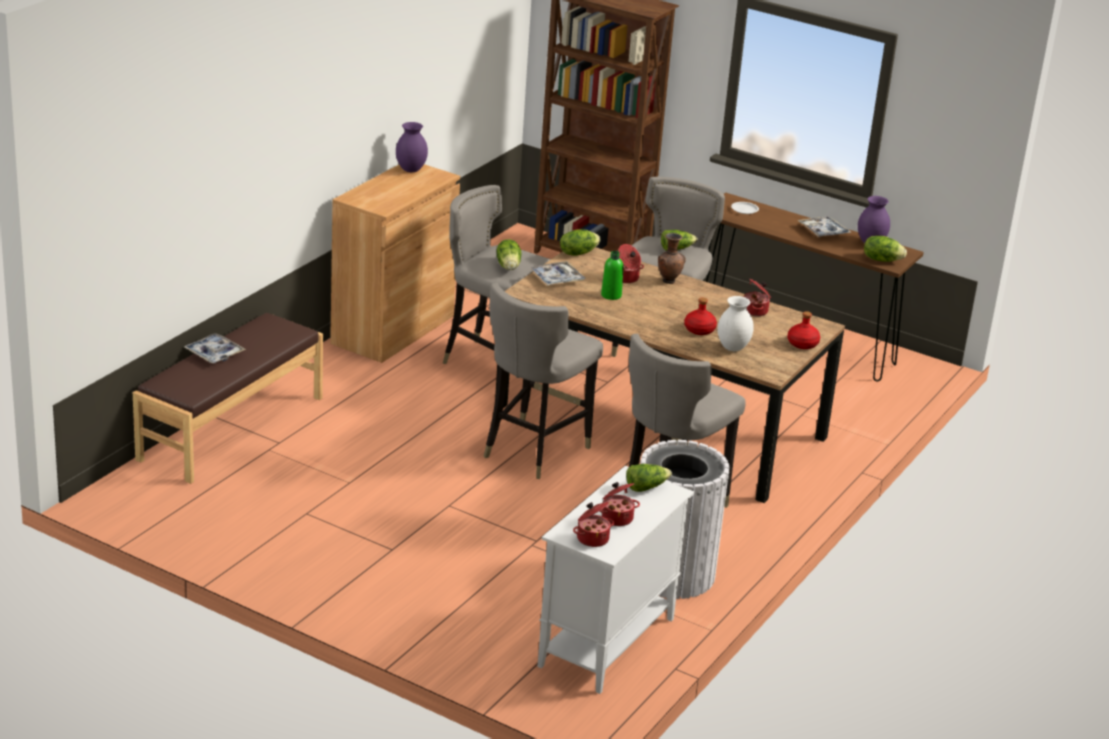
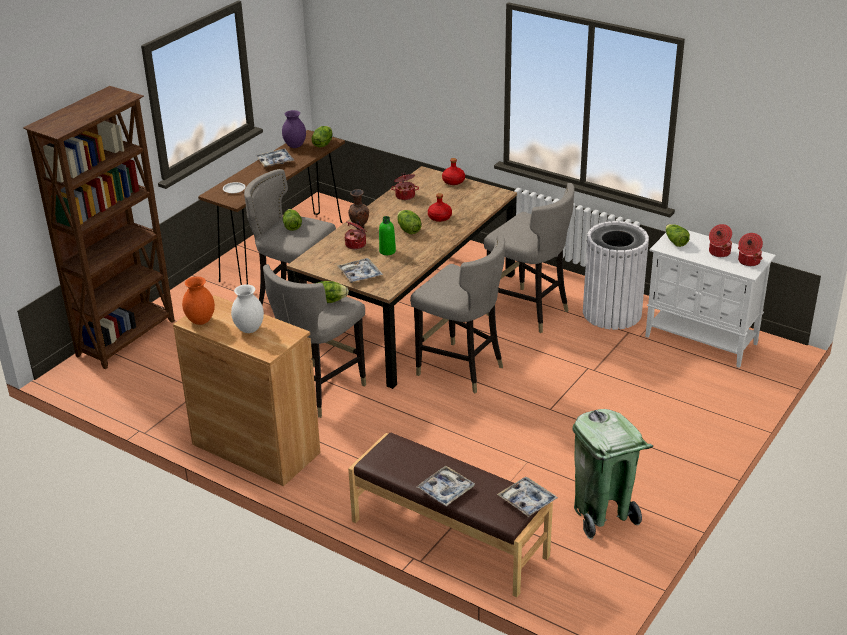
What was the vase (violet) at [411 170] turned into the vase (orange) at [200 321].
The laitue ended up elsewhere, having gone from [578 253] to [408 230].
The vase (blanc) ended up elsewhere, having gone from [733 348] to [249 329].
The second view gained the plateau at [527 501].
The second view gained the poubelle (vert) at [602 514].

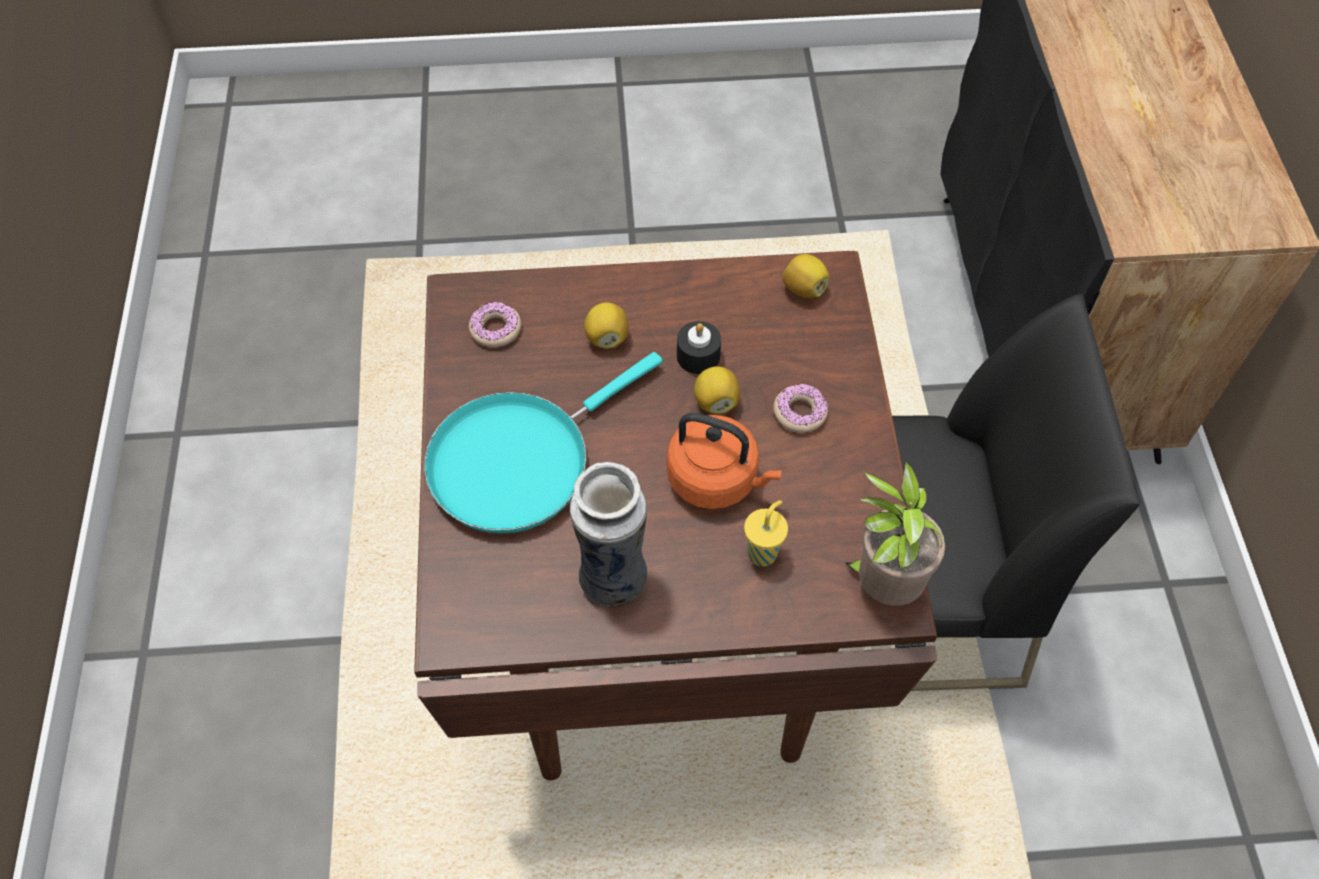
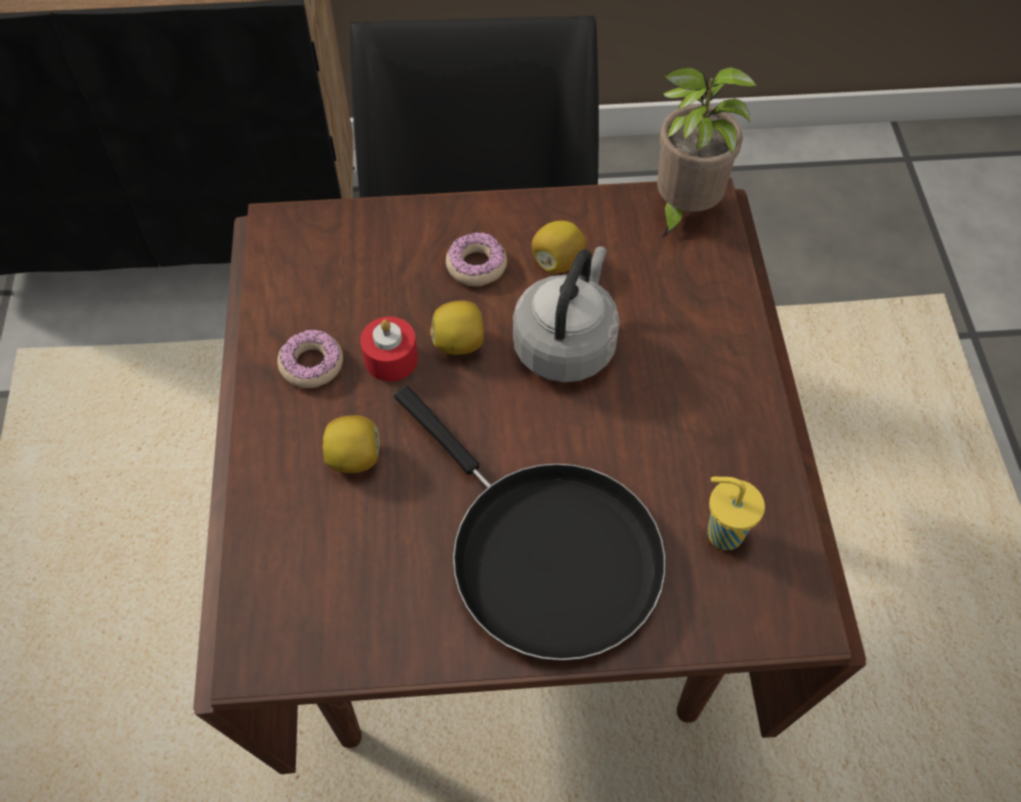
What was the poêle (turquoise) at [518 460] turned into the poêle (noir) at [544 554].
The beignet ended up elsewhere, having gone from [495 329] to [311 364].
The second view lost the vase at [613 577].
What was the bouilloire (orange) at [717 479] turned into the bouilloire (gris) at [566 343].
What was the bougie (noir) at [698 356] turned into the bougie (rouge) at [391 359].
The tasse (jaune) ended up elsewhere, having gone from [763 552] to [722 533].
The citron ended up elsewhere, having gone from [804 288] to [557 262].

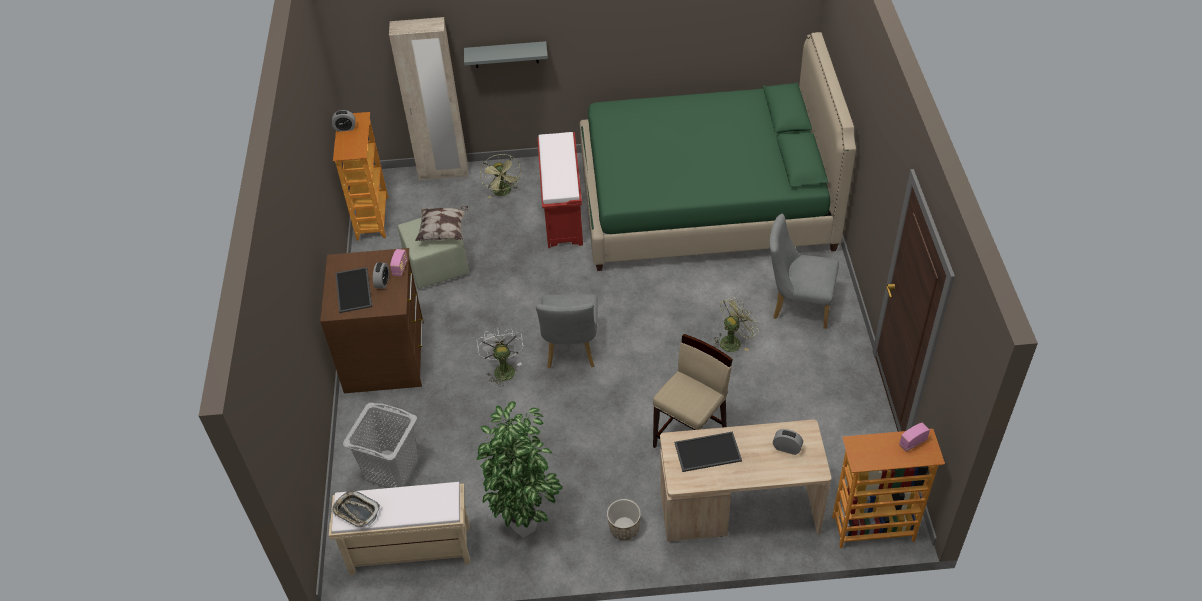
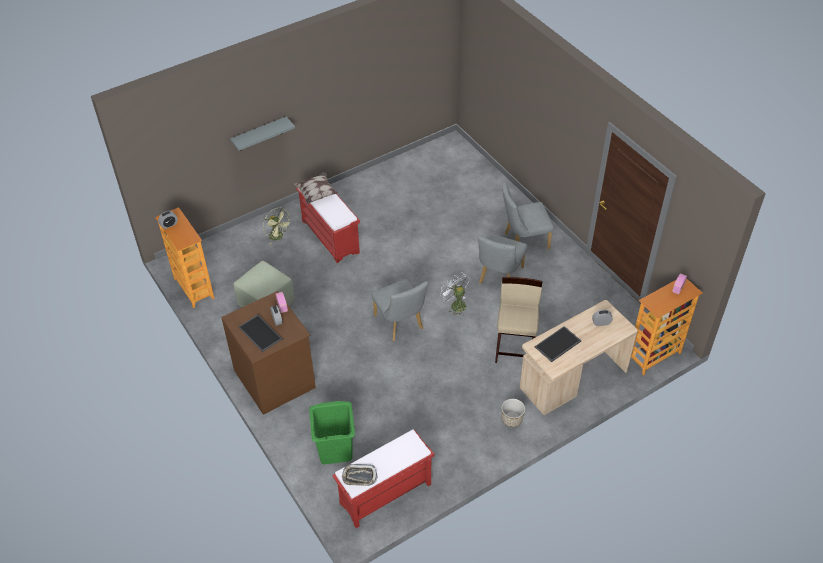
What was the banc (beige) at [409 551] turned into the banc (rouge) at [385 495].
What was the panier à linge (gris) at [391 470] turned into the panier à linge (vert) at [335 450].
The second view lost the armoire (beige) at [443 172].
The coussin ended up elsewhere, having gone from [443 231] to [316 194].
The second view lost the plante en pot at [527 525].
The ventilateur (blanc) ended up elsewhere, having gone from [503 369] to [455 304].
The second view lost the lit (vert) at [705 201].
Where the ventilateur (vert) stood at [733 341], the chaise (gris) came to stand at [499 278].

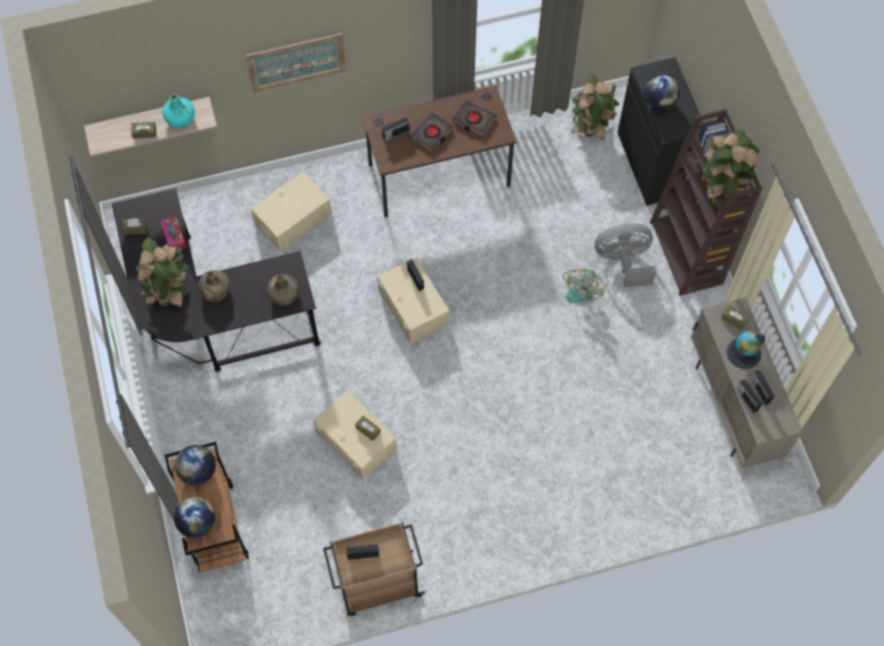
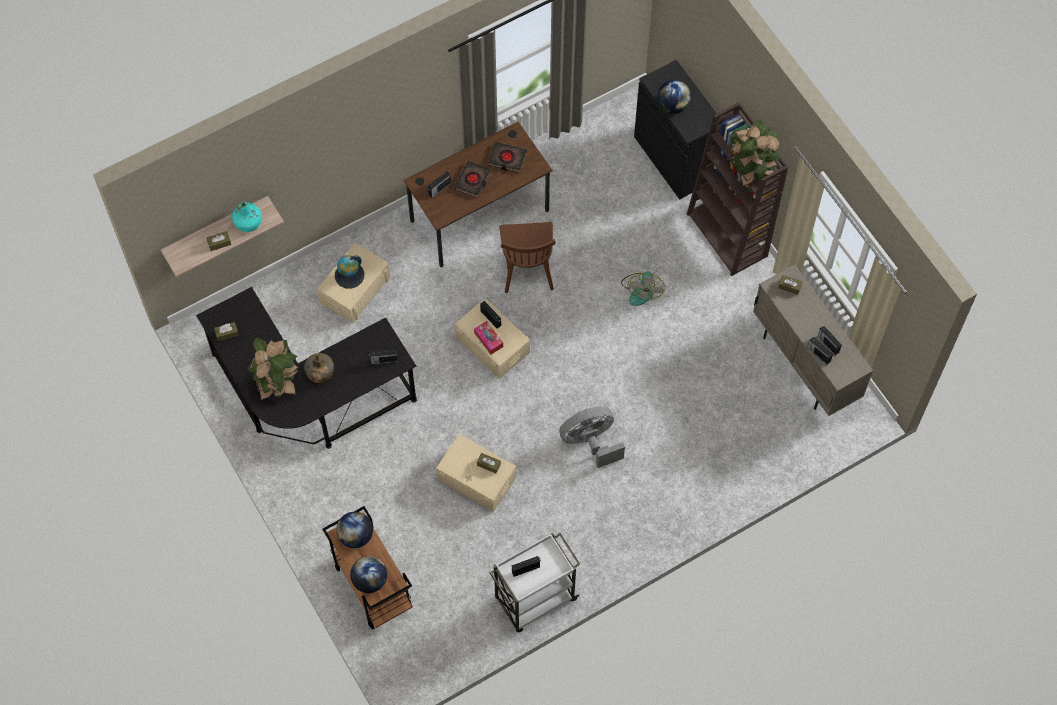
The boîte à mouchoirs ended up elsewhere, having gone from [174 236] to [488 340].
The second view lost the tableau at [296 62].
Where the bouteille (vert) stood at [284 294], the radio came to stand at [384 360].
What was the chariot (marron) at [377 584] turned into the chariot (blanc) at [534 600].
The second view lost the plante en pot at [590 126].
The ventilateur (gris) ended up elsewhere, having gone from [623 262] to [590 442].
The globe ended up elsewhere, having gone from [744 353] to [349 275].
The second view gained the chaise (marron) at [527 267].

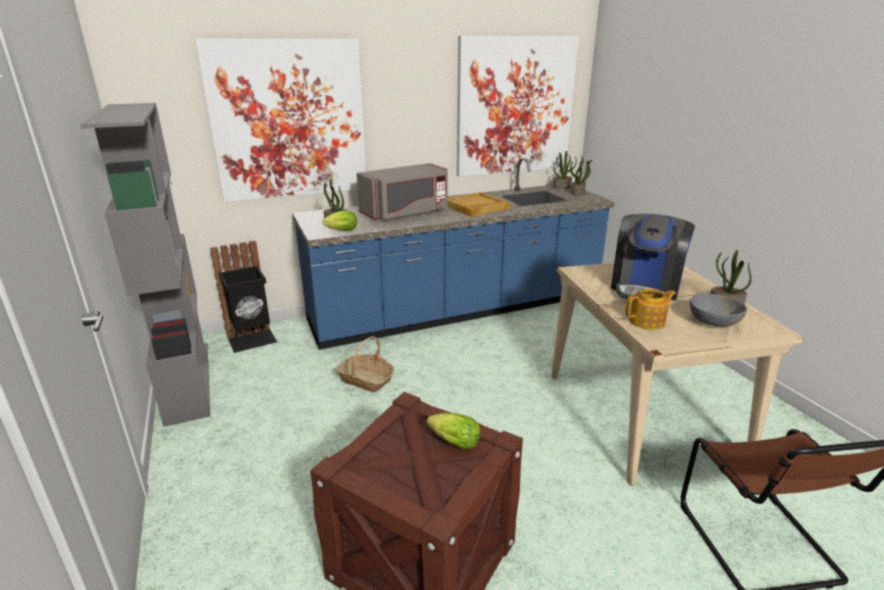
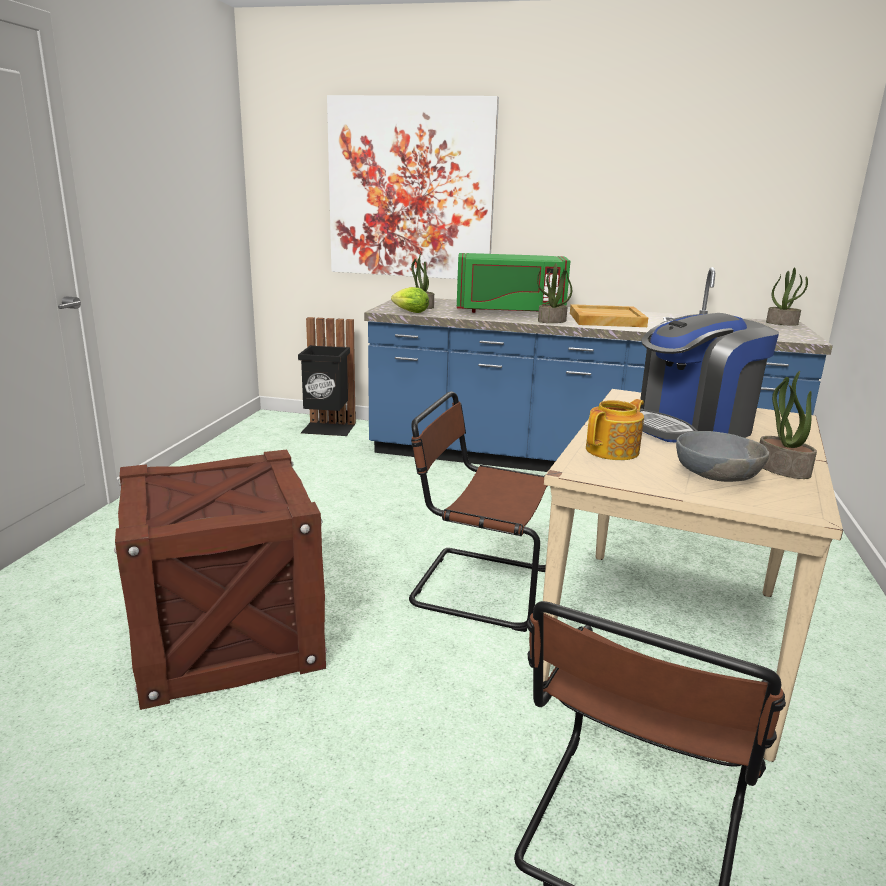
The second view lost the bibliothèque (gris) at [187 380].
The second view lost the panier at [366 379].
What was the micro-ondes (gris) at [405 213] turned into the micro-ondes (vert) at [509 311].
The second view lost the laitue at [452 442].
The second view lost the tableau at [515 106].
The plante en pot ended up elsewhere, having gone from [578 193] to [552 321].
The théière at [647 321] ended up facing another way, 60 degrees counterclockwise from before.
The second view gained the chaise (marron) at [478 586].

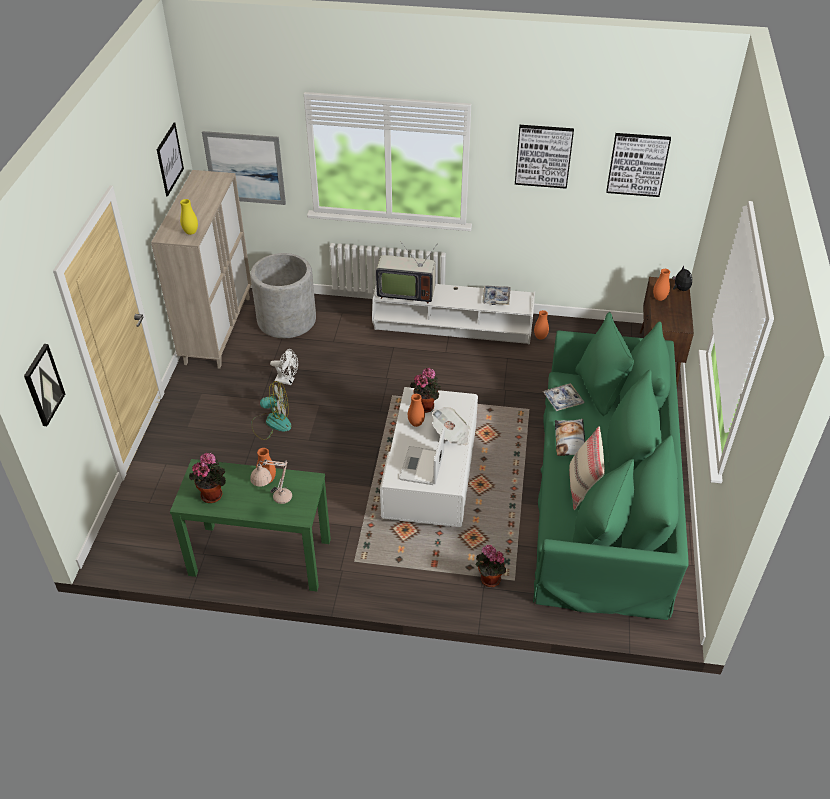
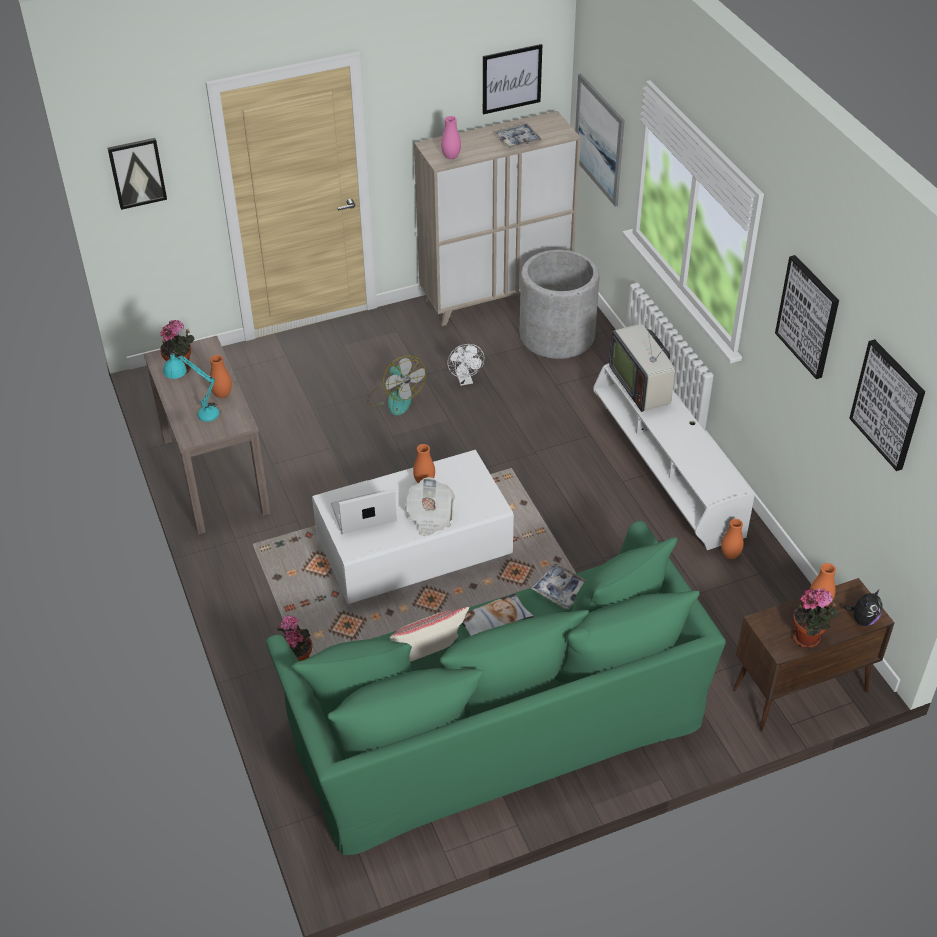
What was the table console (vert) at [259 557] turned into the table console (marron) at [214 474].
What was the vase (jaune) at [191 232] turned into the vase (rose) at [451 157].
What was the lampe de table (beige) at [274 502] turned into the lampe de table (turquoise) at [197 412].
The plante en pot ended up elsewhere, having gone from [426 405] to [808 638].
The plateau ended up elsewhere, having gone from [496 298] to [517 140].

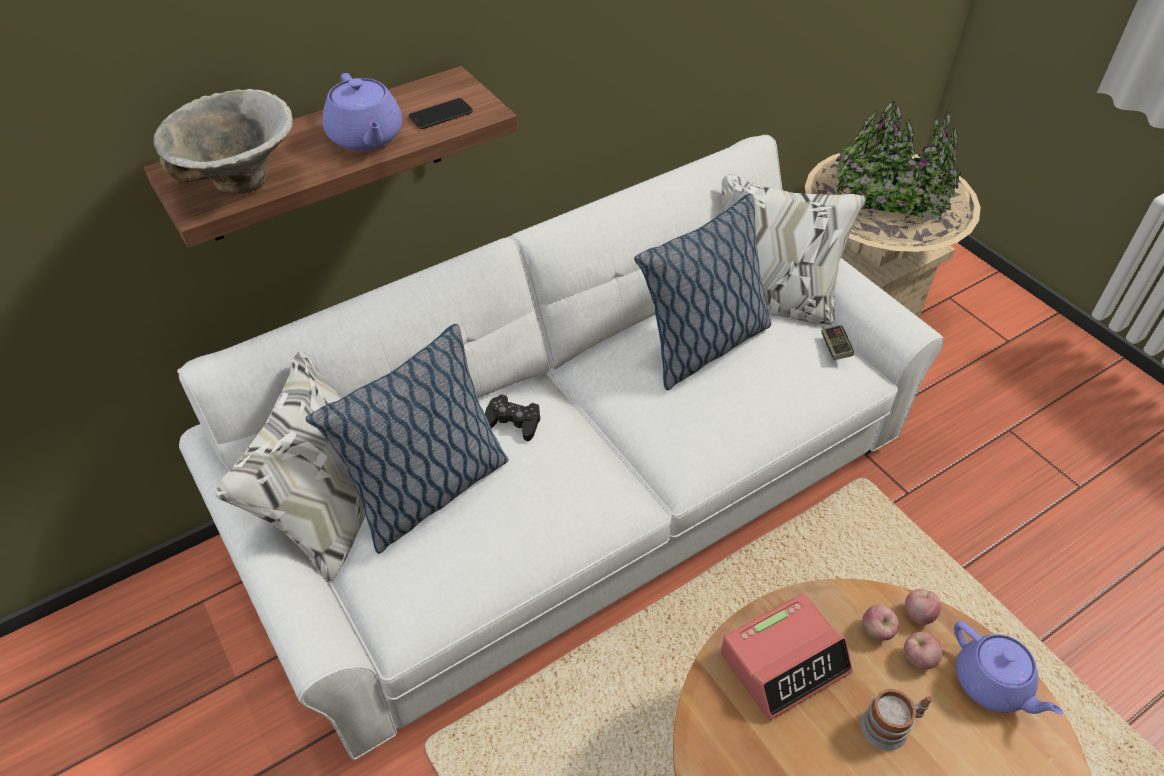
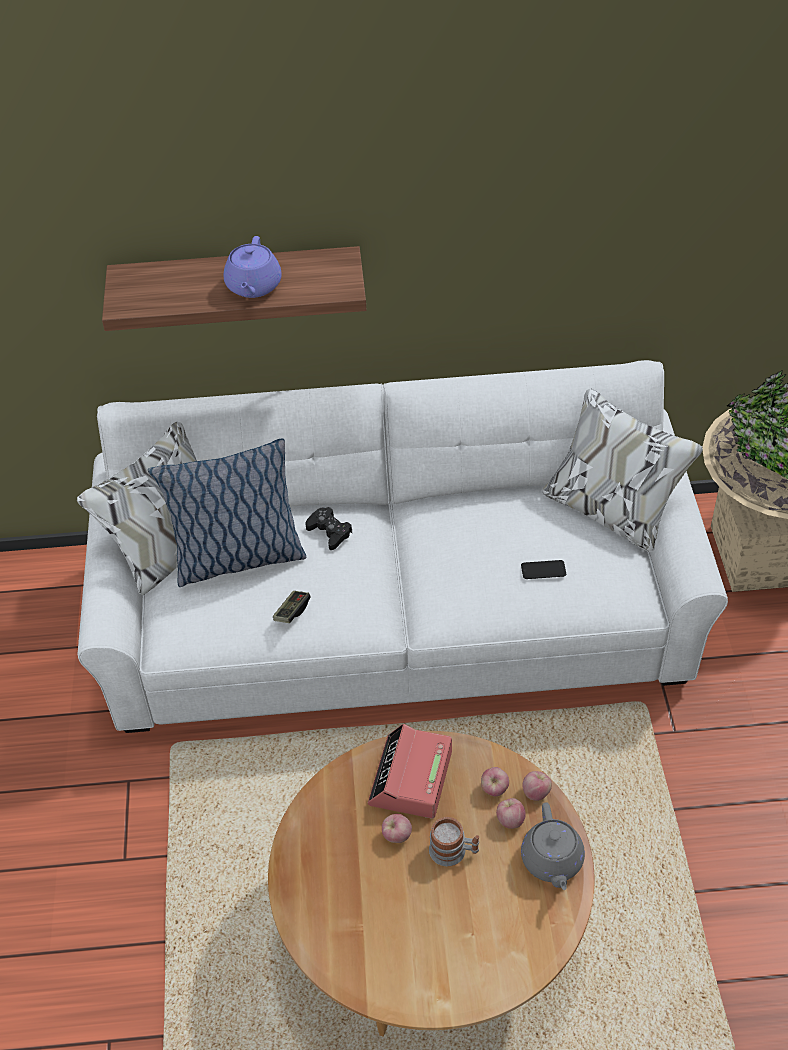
The second view lost the bol at [240 184].
The téléphone ended up elsewhere, having gone from [441 115] to [543 570].
The second view lost the coussin at [703 346].
The réveil at [784 662] ended up facing another way, 105 degrees clockwise from before.
The manette ended up elsewhere, having gone from [835 348] to [292 612].
What was the théière (violet) at [992 684] turned into the théière (gris) at [552 861].
The second view gained the pomme at [397 836].

